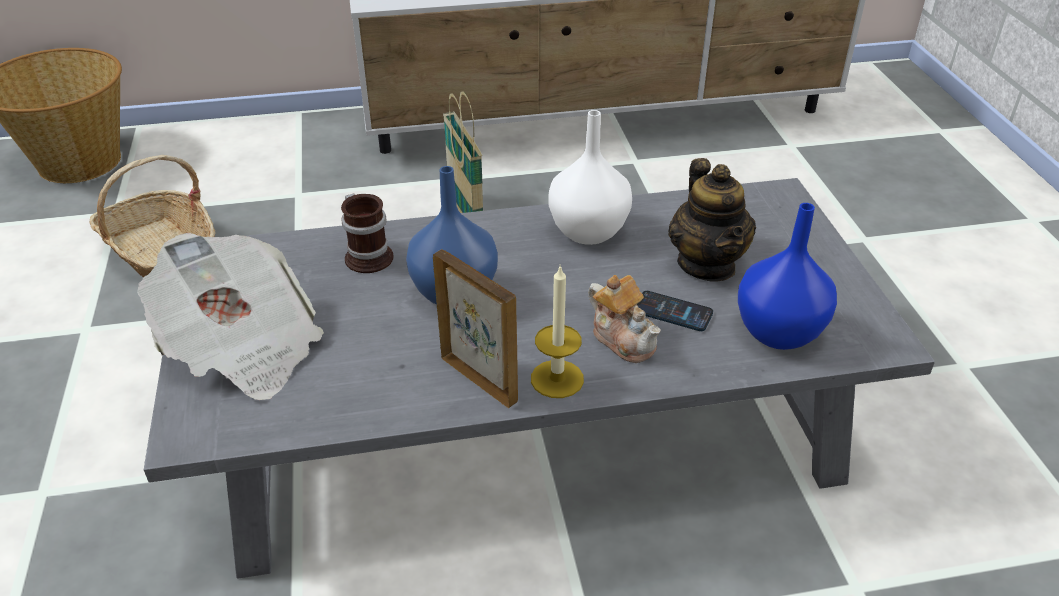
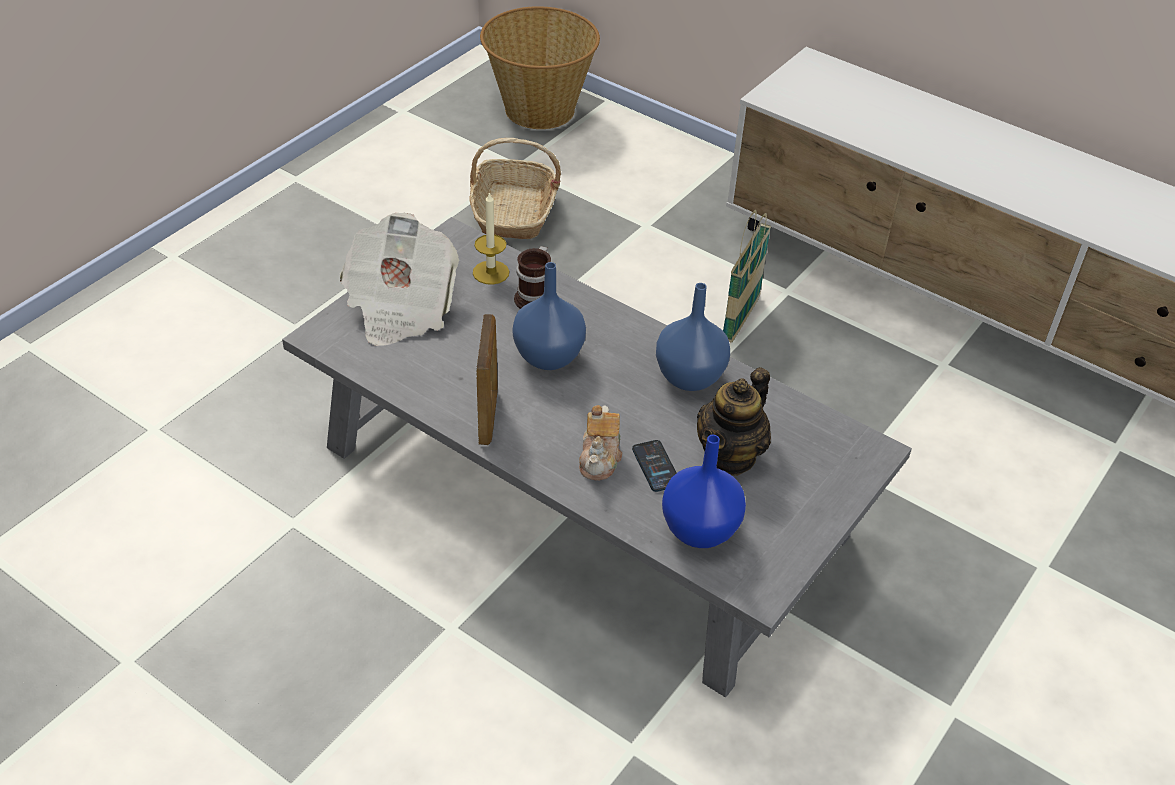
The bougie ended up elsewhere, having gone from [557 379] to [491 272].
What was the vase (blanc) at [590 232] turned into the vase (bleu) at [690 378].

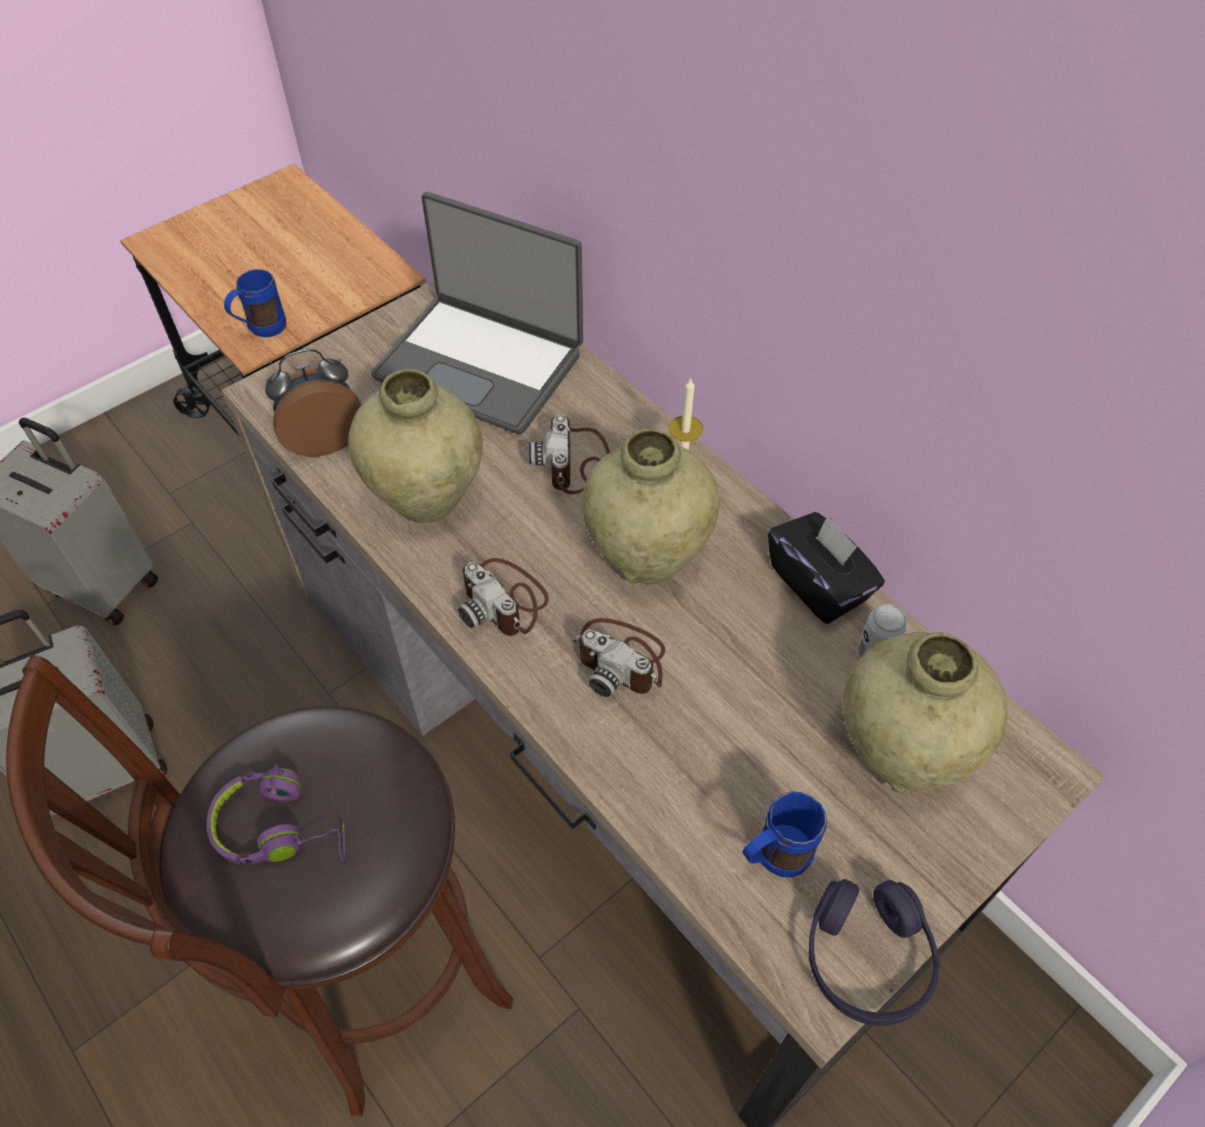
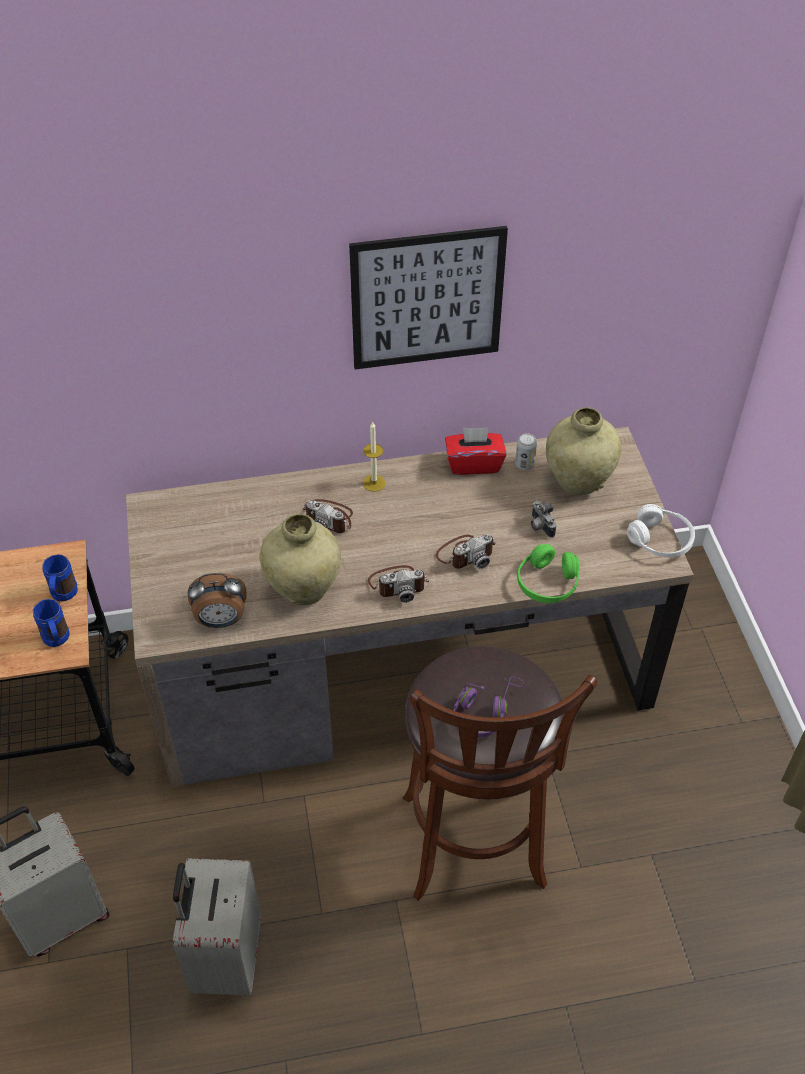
The réveil at [324 439] ended up facing another way, 105 degrees counterclockwise from before.
The second view lost the ordinateur portable at [481 363].
The second view lost the vase (beige) at [647 556].
The mug (bleu) ended up elsewhere, having gone from [772 858] to [63 596].
What was the boîte à mouchoirs (noir) at [818 584] turned into the boîte à mouchoirs (rouge) at [474 464].
What was the casque audio (violet) at [867 958] turned into the casque audio (blanc) at [660 540].
The second view gained the tableau at [427 299].
The second view gained the casque audio (vert) at [547 583].
The second view gained the appareil photo at [539 527].

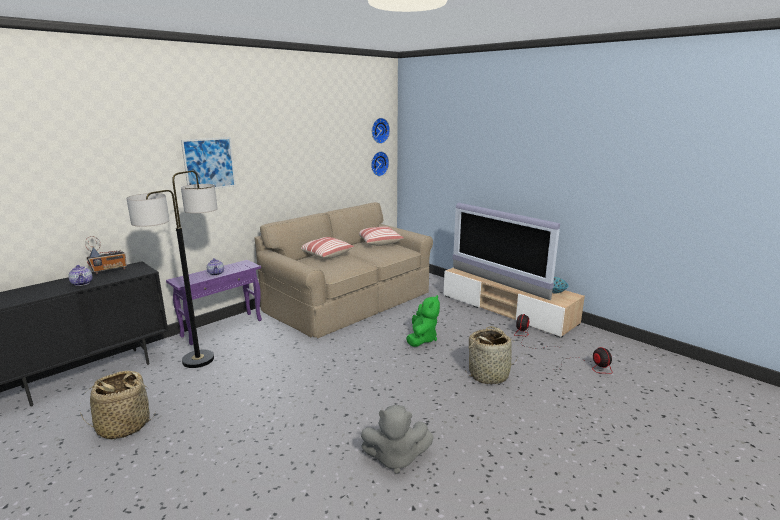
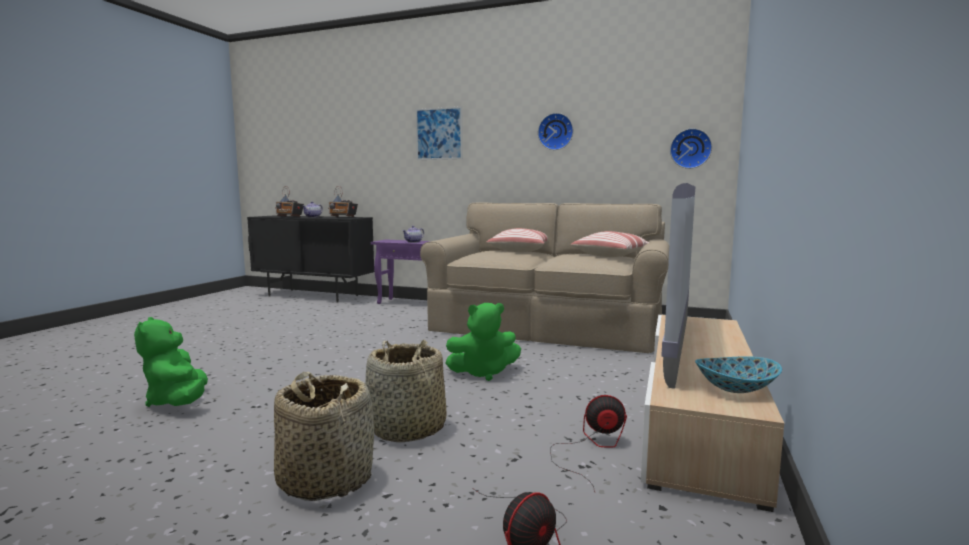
The panier ended up elsewhere, having gone from [123 426] to [326 479].
The second view lost the lampadaire at [198 360].
What was the peluche (gris) at [395 458] turned into the peluche (vert) at [178 402].
The horloge murale ended up elsewhere, having gone from [379 130] to [556 132].
The second view gained the radio at [289 216].

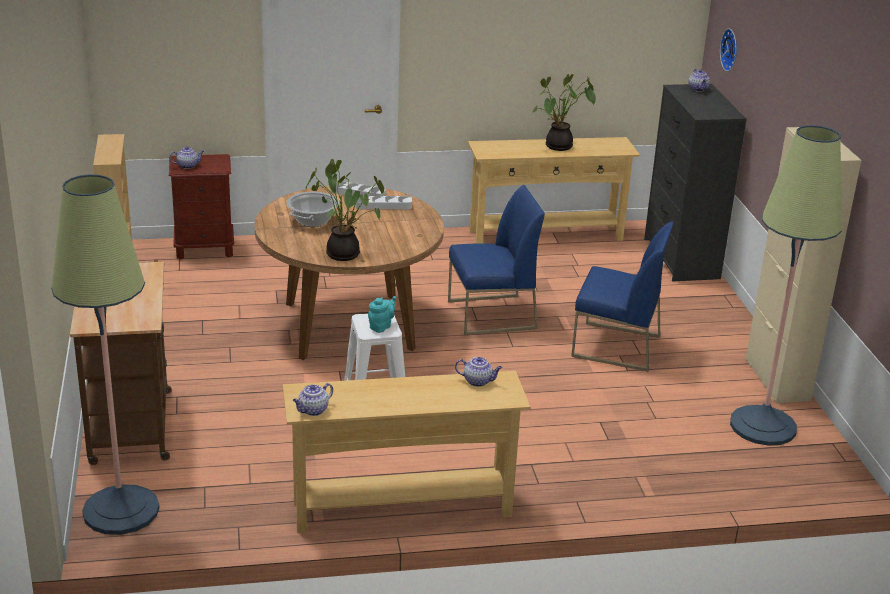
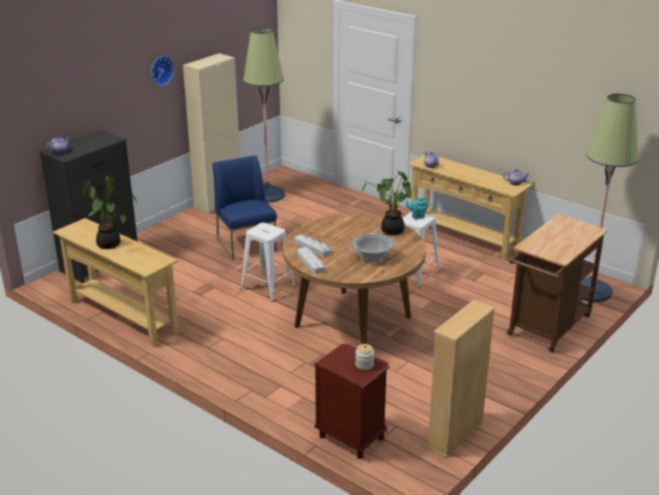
Where the théière stood at [188 166], the bocal came to stand at [364 365].
Where the chaise (bleu) stood at [491 315], the tabouret (blanc) came to stand at [267 287].
The horloge murale ended up elsewhere, having gone from [731 50] to [160 70].

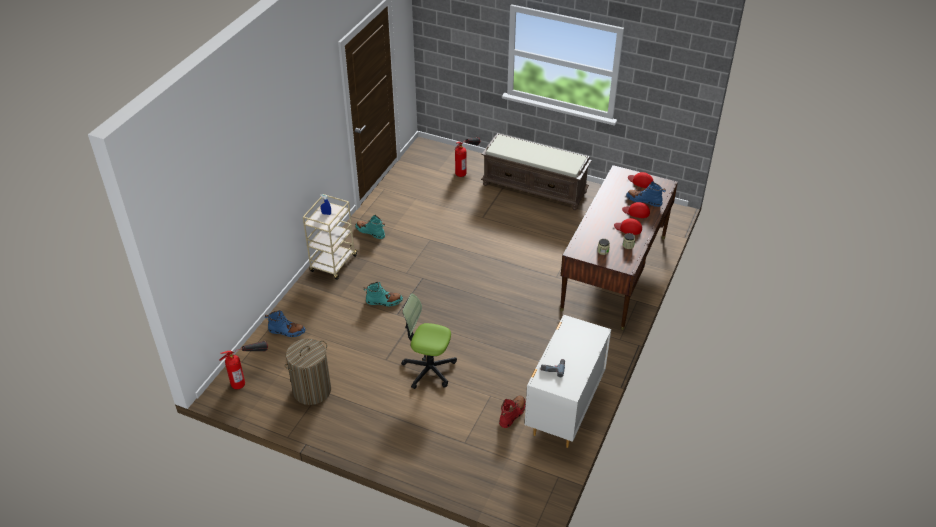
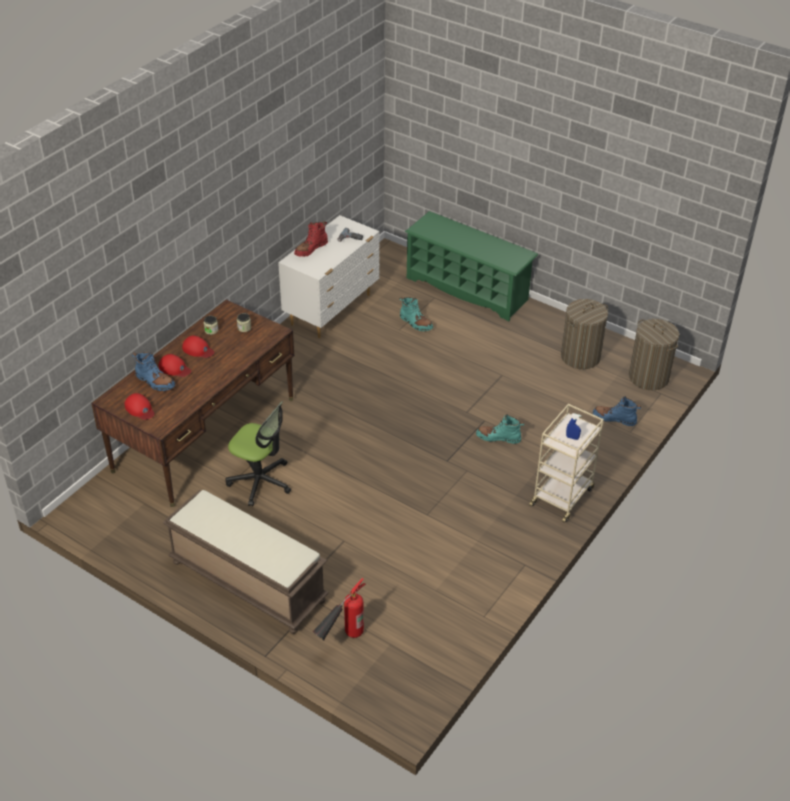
Where the extincteur stood at [249 377], the panier à linge came to stand at [649 377].
The botte (turquoise) ended up elsewhere, having gone from [370 232] to [415 323].
The chaise de bureau ended up elsewhere, having gone from [429 369] to [260 481].
The botte (rouge) ended up elsewhere, having gone from [512 414] to [311 249].
The second view gained the étagère à chaussures (vert) at [468 289].

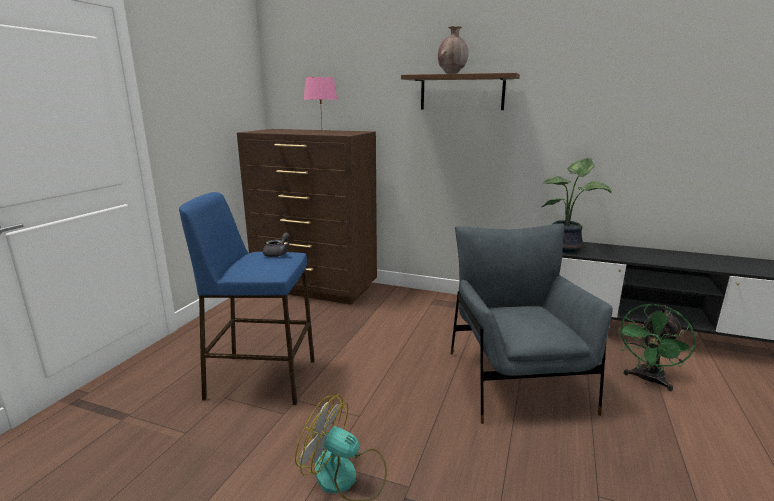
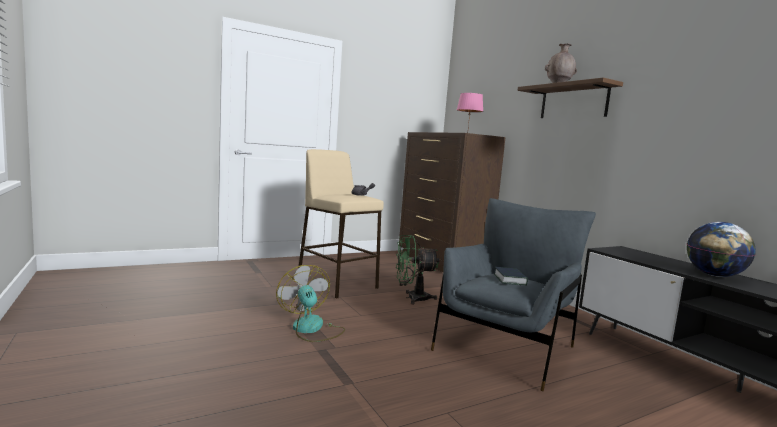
What was the tabouret (bleu) at [261 379] turned into the tabouret (beige) at [337 284].
The second view lost the plante en pot at [566 248].
The ventilateur (vert) ended up elsewhere, having gone from [647 380] to [412 298].
The second view gained the livre at [510 280].
The second view gained the globe at [714 275].

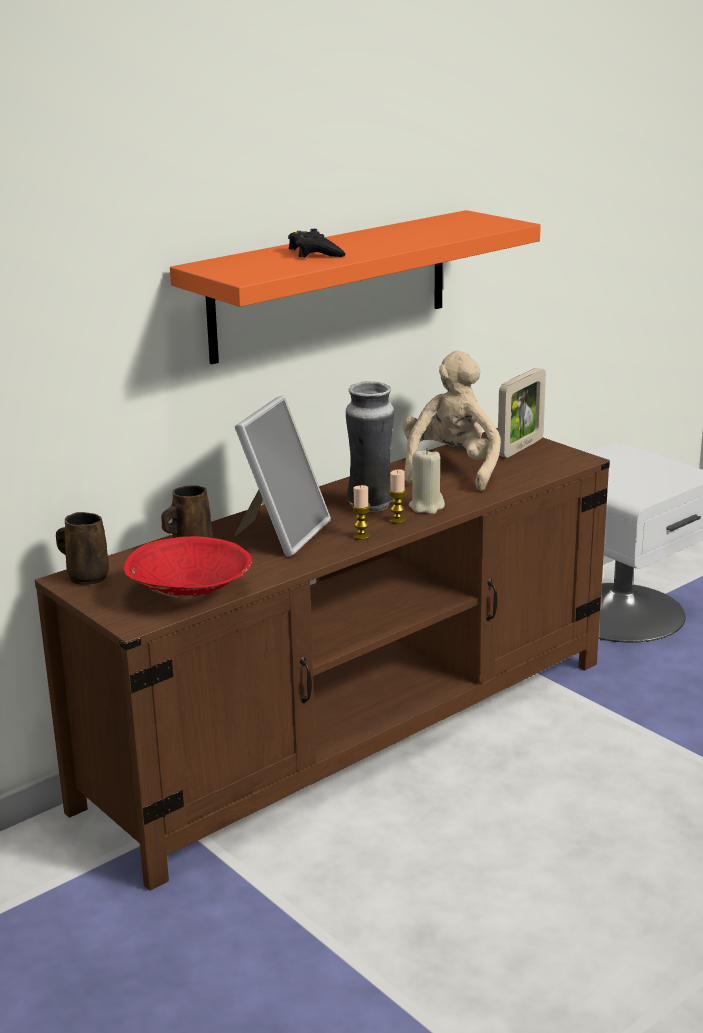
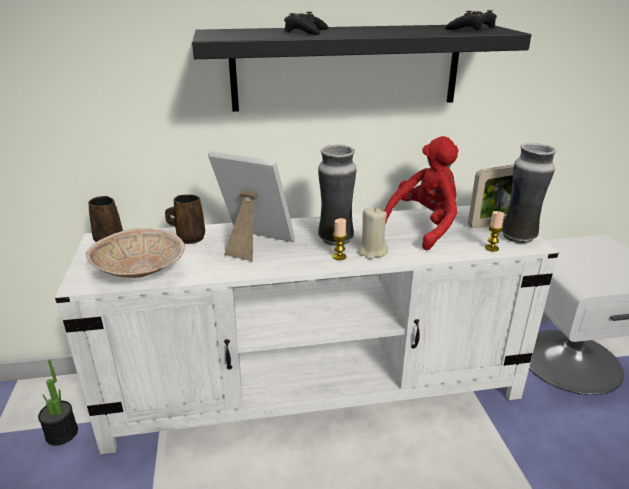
What was the meuble télé (marron) at [355 732] turned into the meuble télé (blanc) at [315 386].
What was the bol (rouge) at [191 593] turned into the bol (beige) at [141 272].
What was the étagère (orange) at [331 285] turned into the étagère (noir) at [346 67].
The cadre photo at [281 534] ended up facing another way, 120 degrees counterclockwise from before.
The bougie ended up elsewhere, having gone from [361 536] to [491 248].
What was the peluche (beige) at [451 469] turned into the peluche (rouge) at [423 227].
The second view gained the plante en pot at [62 433].
The second view gained the manette (noir) at [471 29].
The second view gained the vase at [519 237].

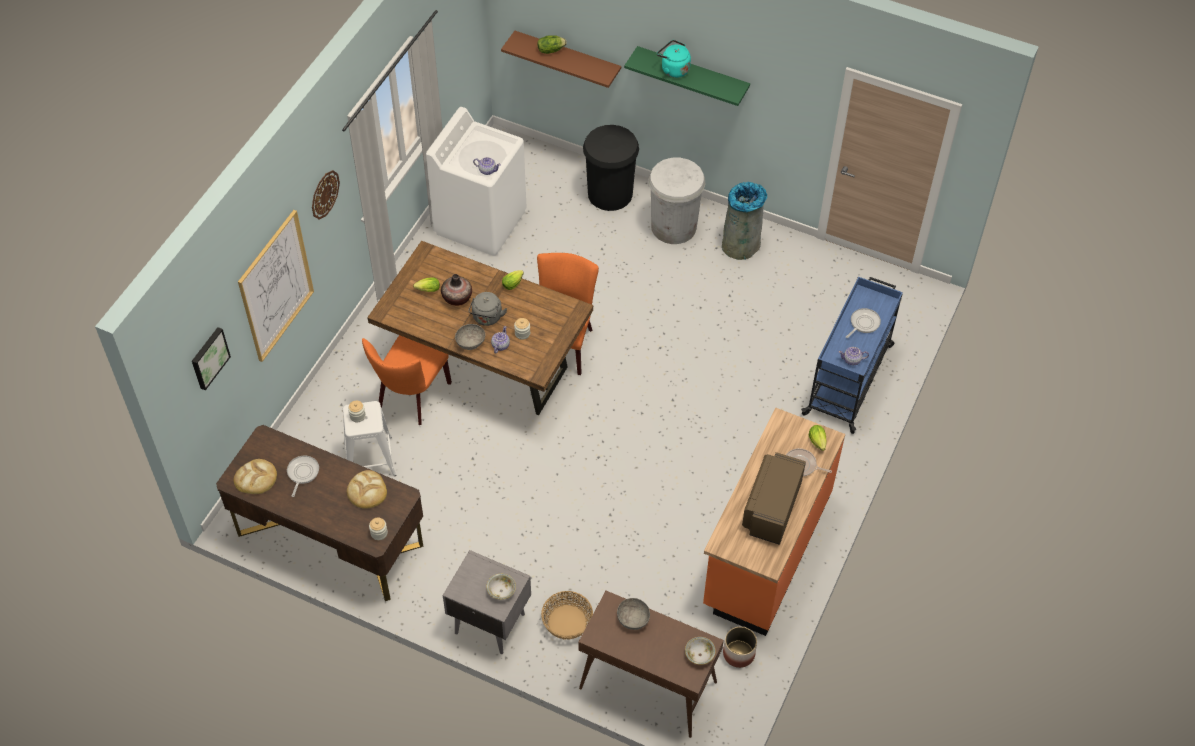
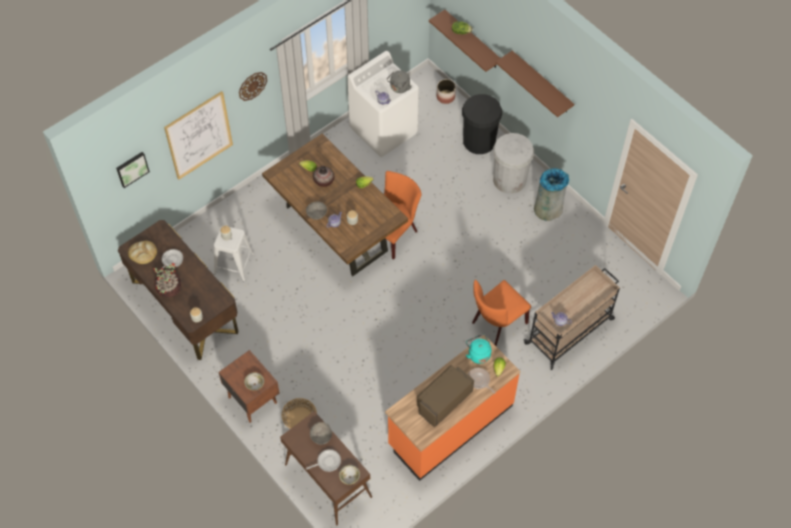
The second view lost the pain at [367 491].
The chaise (orange) ended up elsewhere, having gone from [411 398] to [496 324].
What was the table de chevet (gris) at [489 622] turned into the table de chevet (marron) at [252 399].
The bouilloire (gris) ended up elsewhere, having gone from [487 318] to [399 88].
What was the étagère (vert) at [692 74] turned into the étagère (marron) at [541 83].
The bouilloire (turquoise) ended up elsewhere, having gone from [673 69] to [478 354].
The cache-pot ended up elsewhere, having gone from [739 653] to [446 97].
What was the chariot (bleu) at [849 379] turned into the chariot (beige) at [570 331].
The poêle ended up elsewhere, having gone from [863 323] to [327 462].
The second view gained the plante en pot at [168 288].

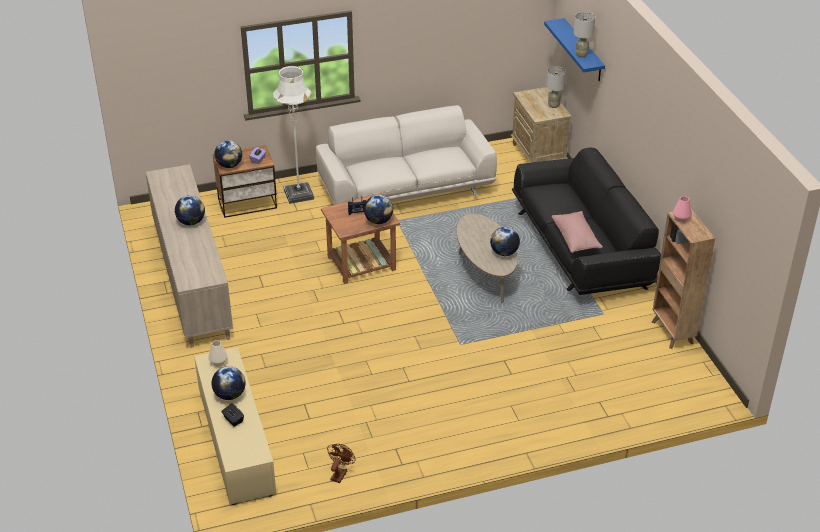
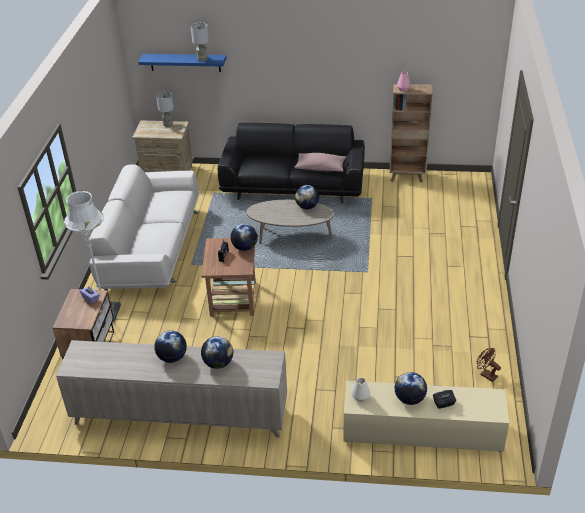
The globe ended up elsewhere, having gone from [229 165] to [218 363].

